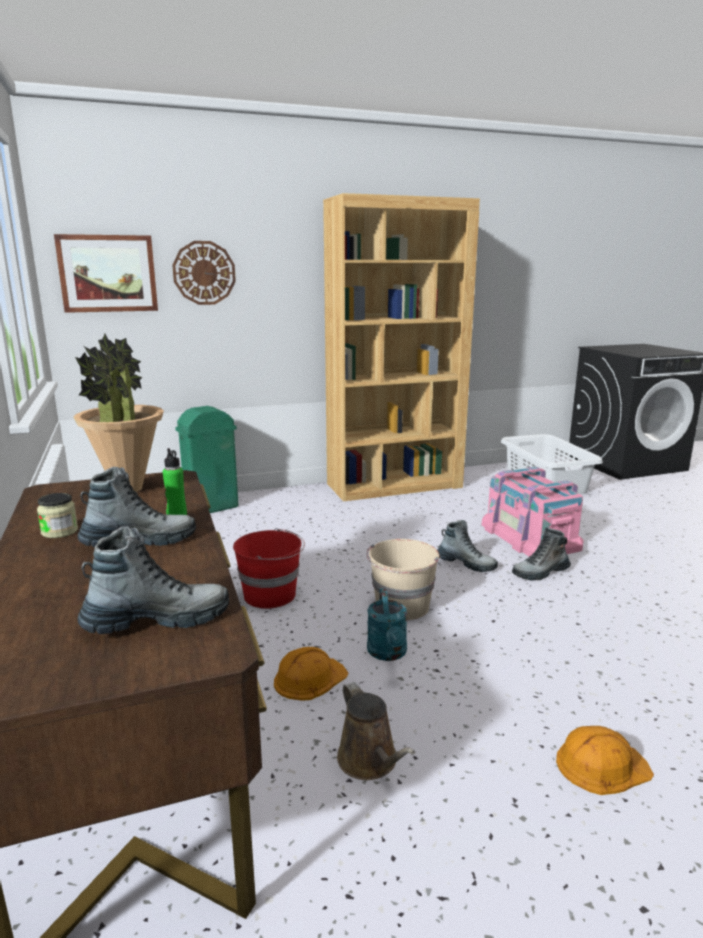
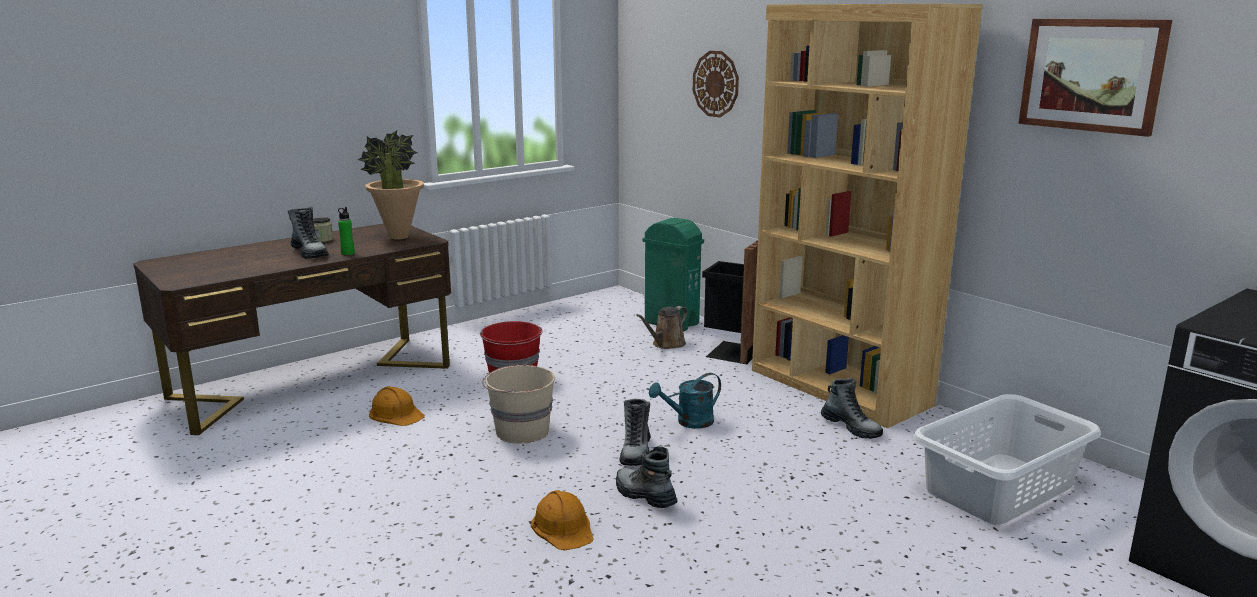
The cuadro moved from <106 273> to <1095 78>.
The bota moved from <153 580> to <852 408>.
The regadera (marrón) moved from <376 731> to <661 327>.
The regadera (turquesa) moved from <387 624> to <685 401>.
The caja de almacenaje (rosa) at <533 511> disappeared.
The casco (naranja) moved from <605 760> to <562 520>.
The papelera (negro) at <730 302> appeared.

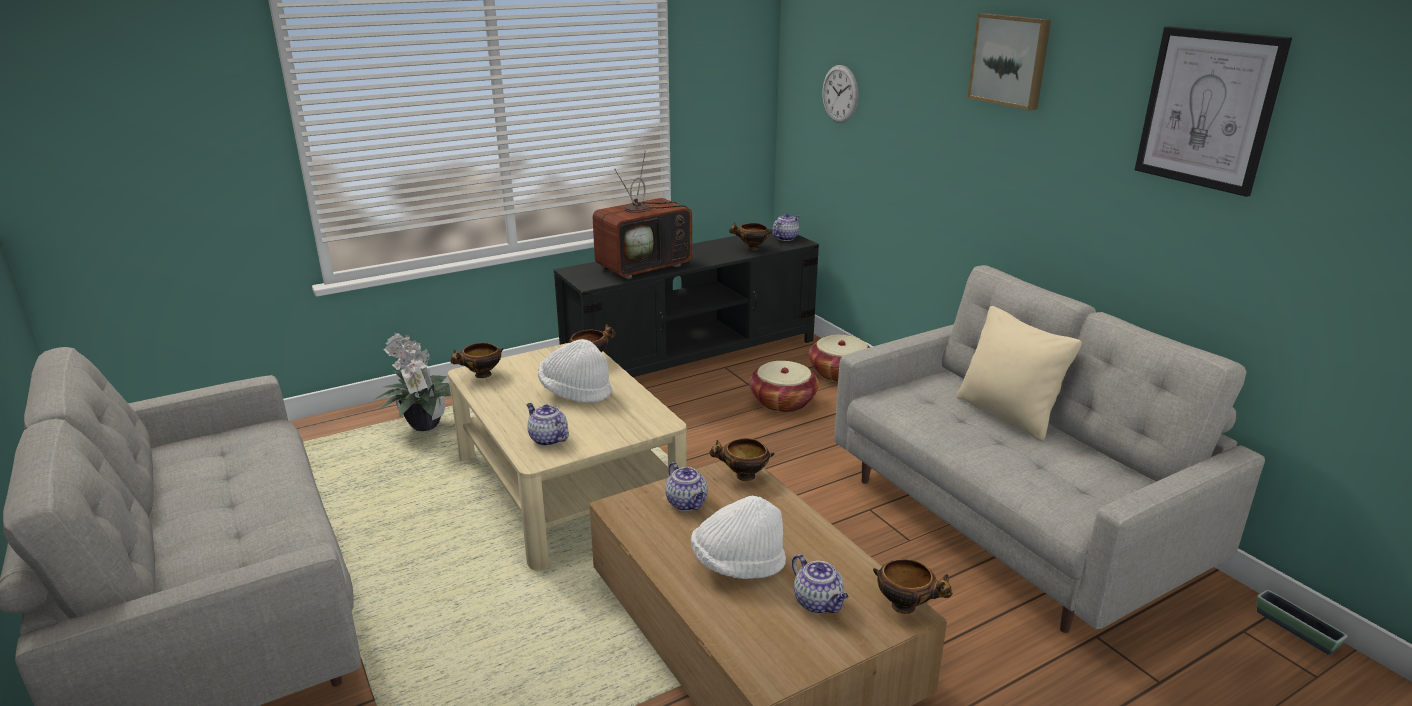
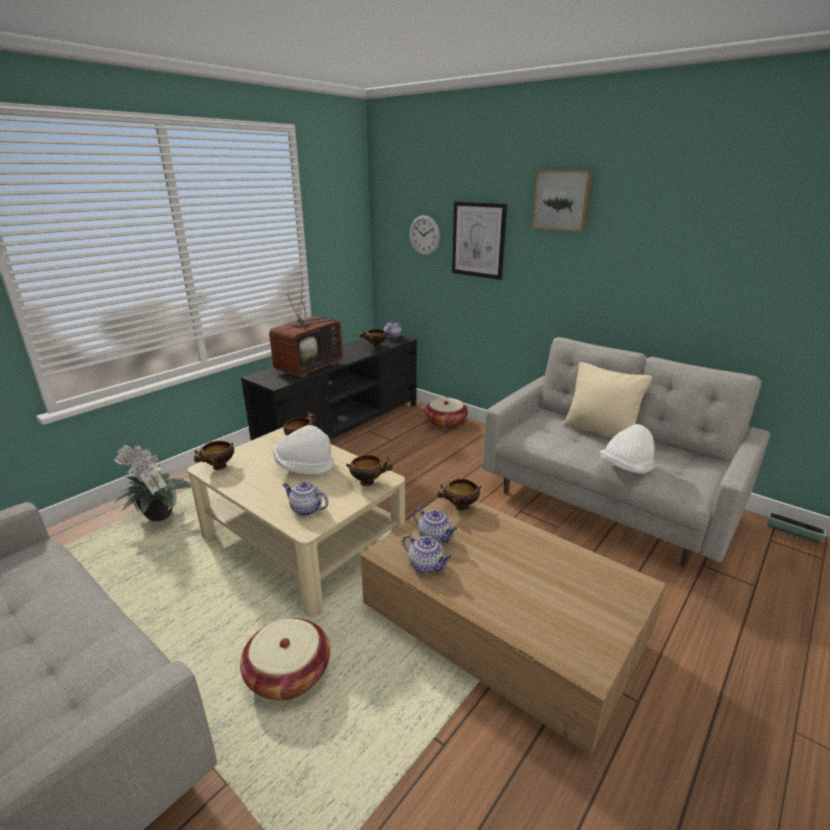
The sombrero (blanco) moved from <738 537> to <627 449>.
The cesta moved from <784 386> to <285 659>.
The tetera moved from <820 583> to <427 554>.
The cuenco moved from <913 586> to <369 471>.
The cuadro moved from <1213 111> to <479 241>.

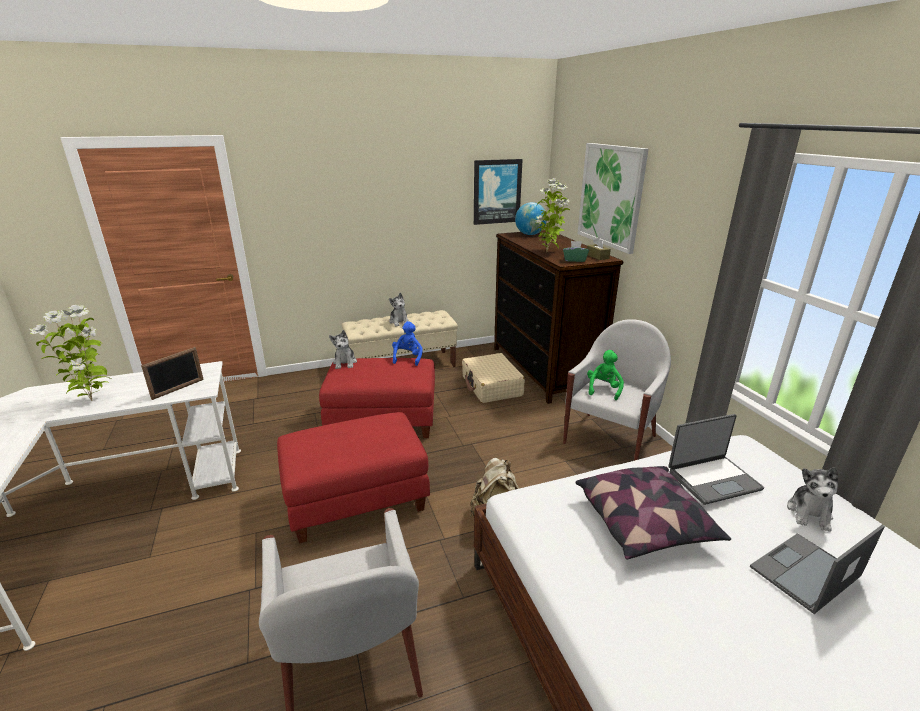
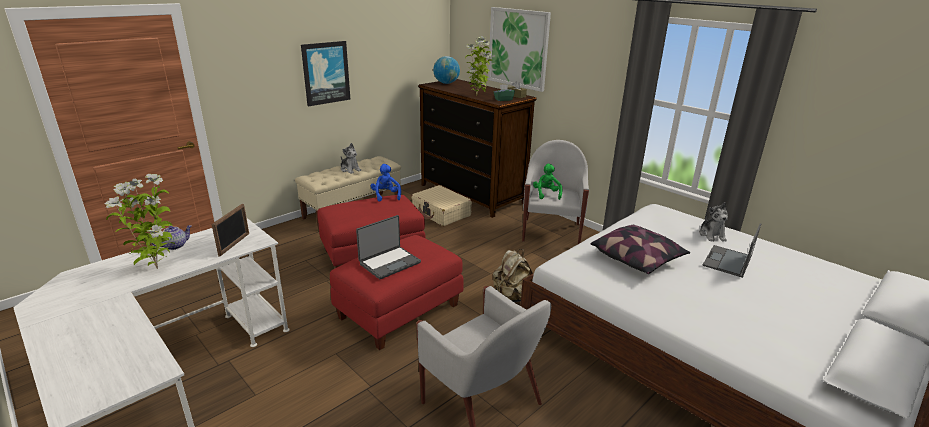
The peluche at <343 349> disappeared.
The cuadro moved from <498 192> to <325 74>.
The portátil moved from <716 459> to <388 247>.
The tetera at <172 237> appeared.

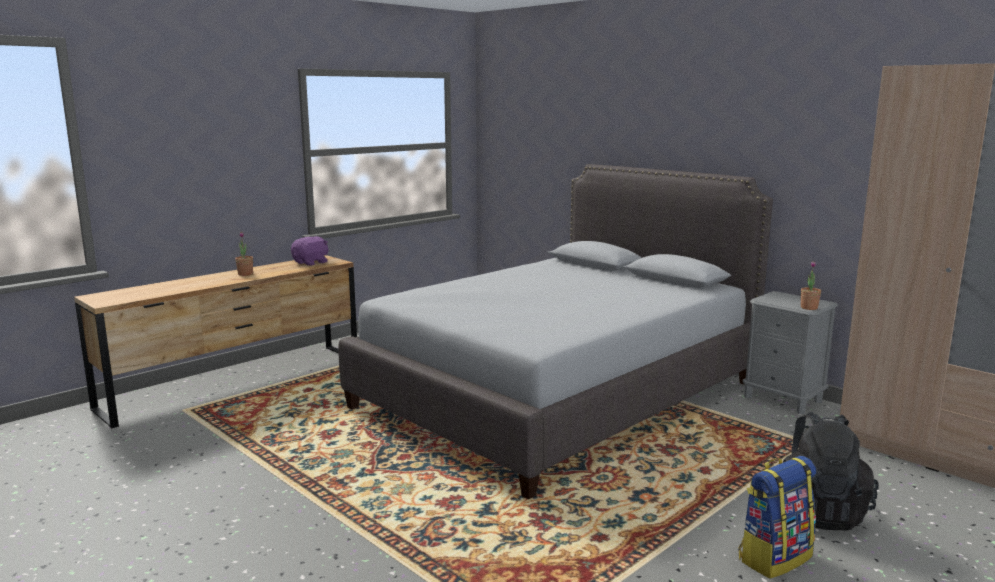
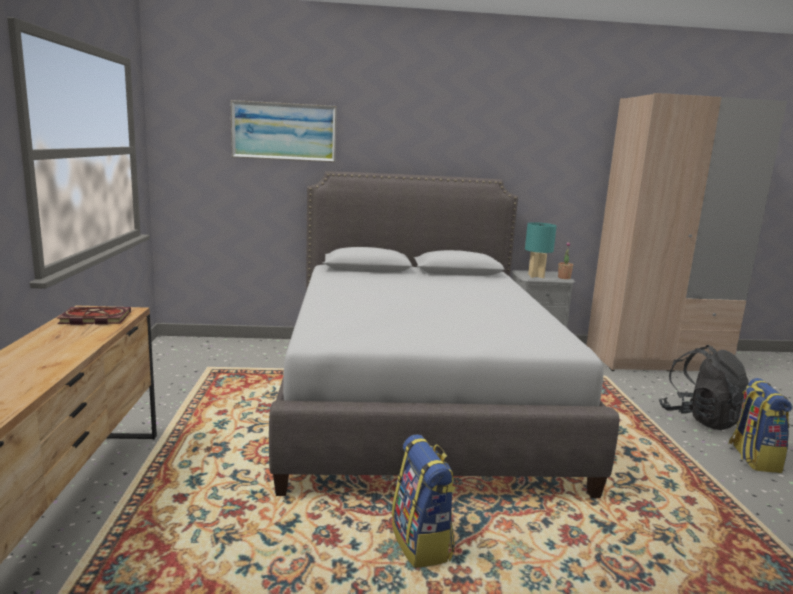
The planta en maceta at <244 254> disappeared.
The peluche (morado) at <310 251> was replaced by the libro at <94 316>.
The cuadro at <284 131> appeared.
The mochila at <424 501> appeared.
The lámpara de mesa (turquesa) at <541 250> appeared.

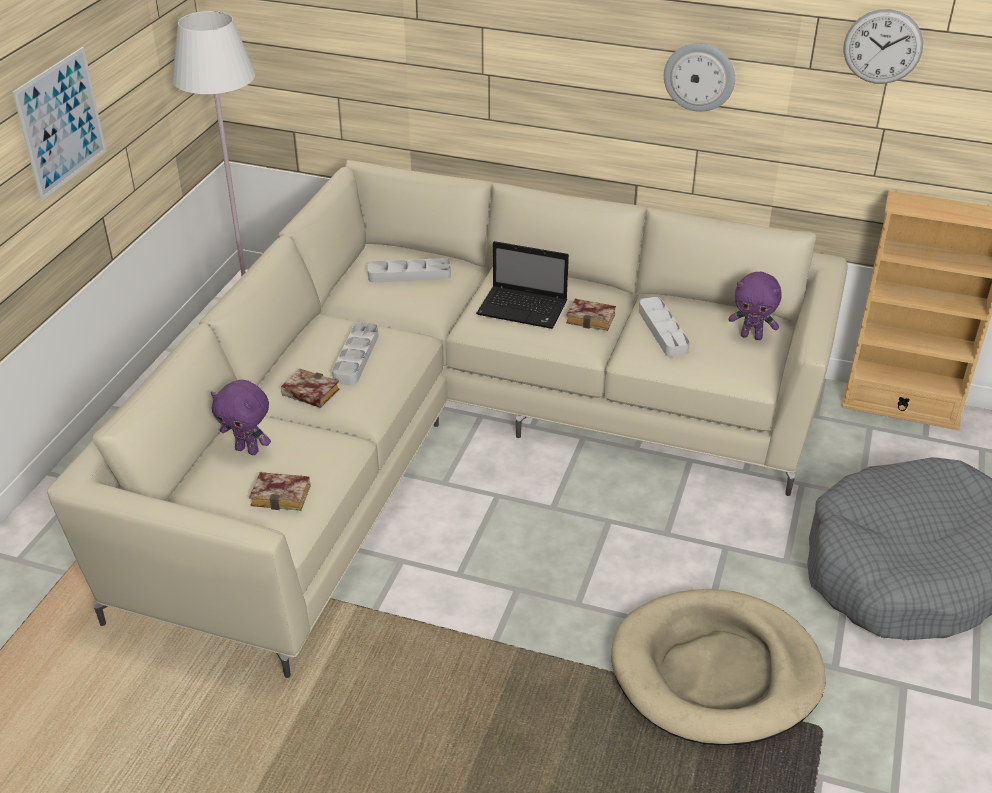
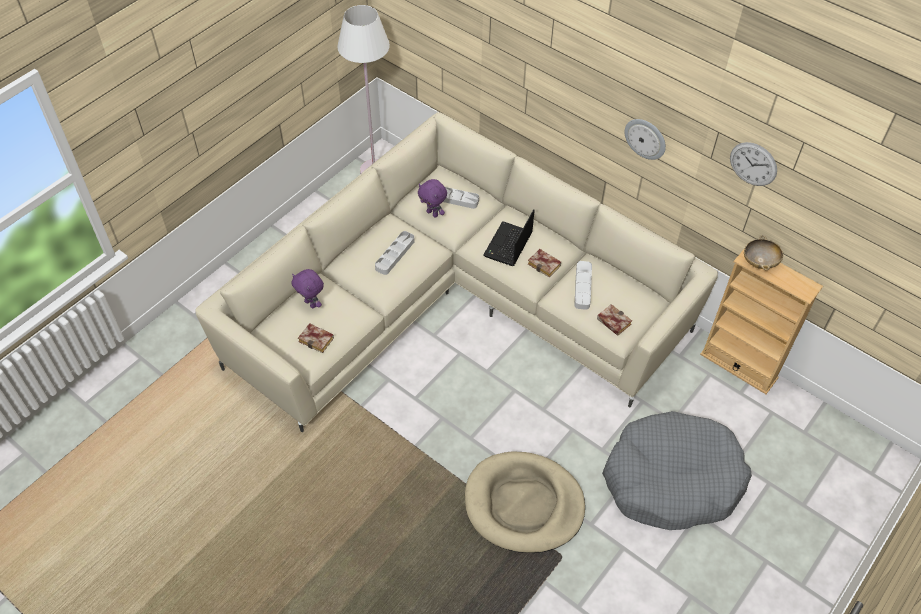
The cuadro at <59 124> disappeared.
The libro moved from <310 388> to <614 320>.
The portátil at <522 285> turned 75 degrees clockwise.
The peluche (morado) moved from <755 306> to <432 198>.
The cuenco (beis) at <763 252> appeared.

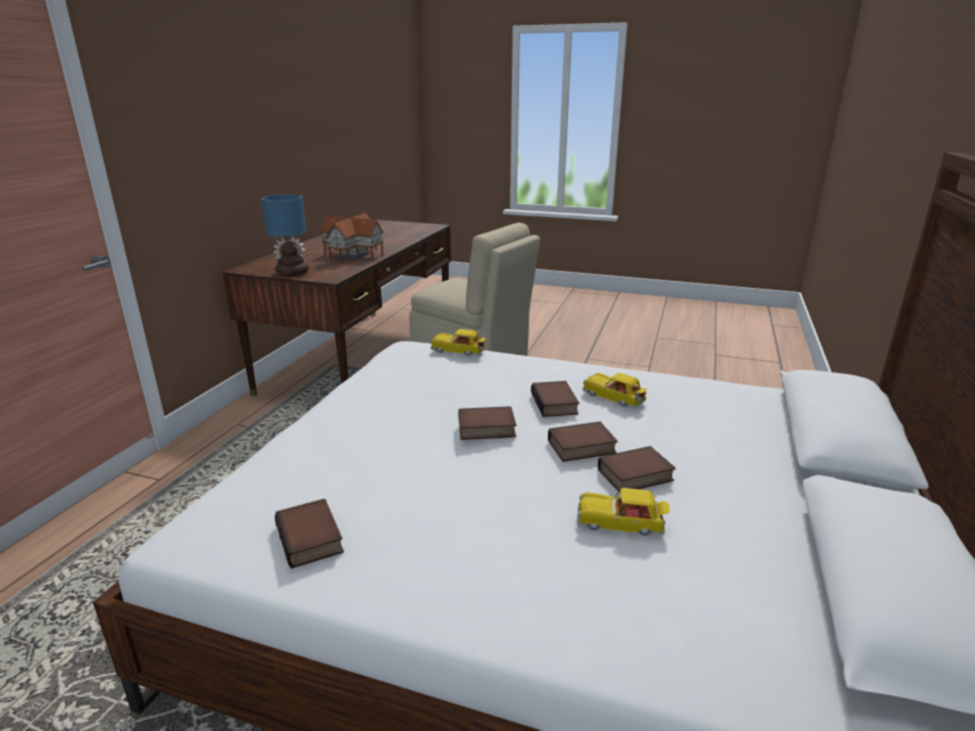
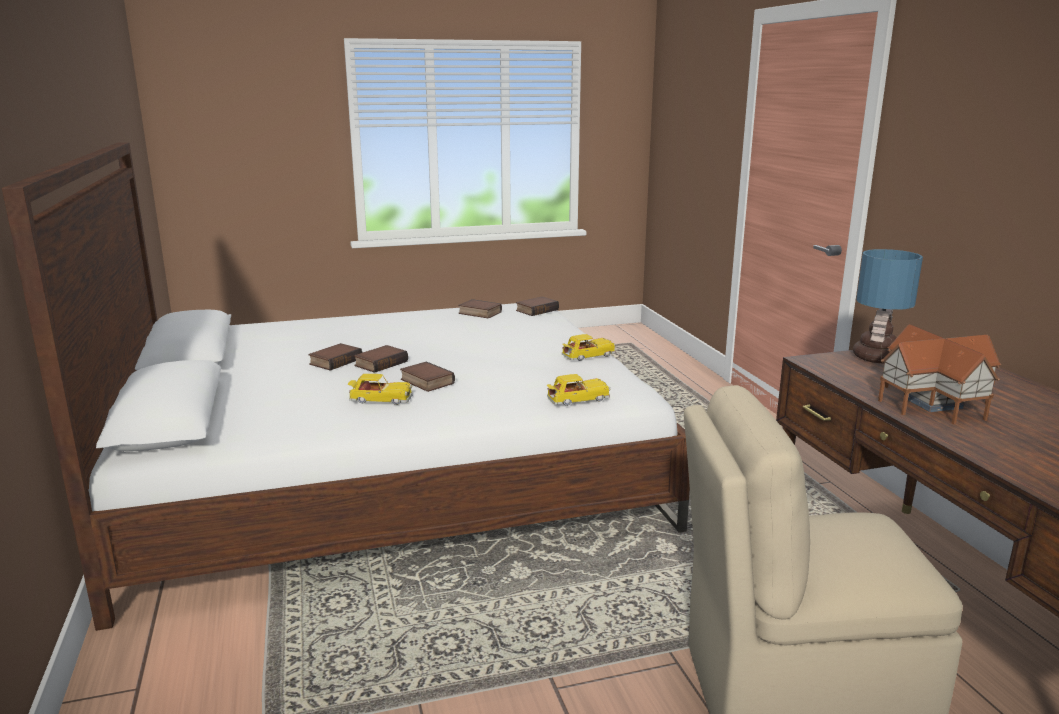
The libro moved from <487 423> to <537 306>.
The coche de juguete moved from <623 512> to <589 347>.

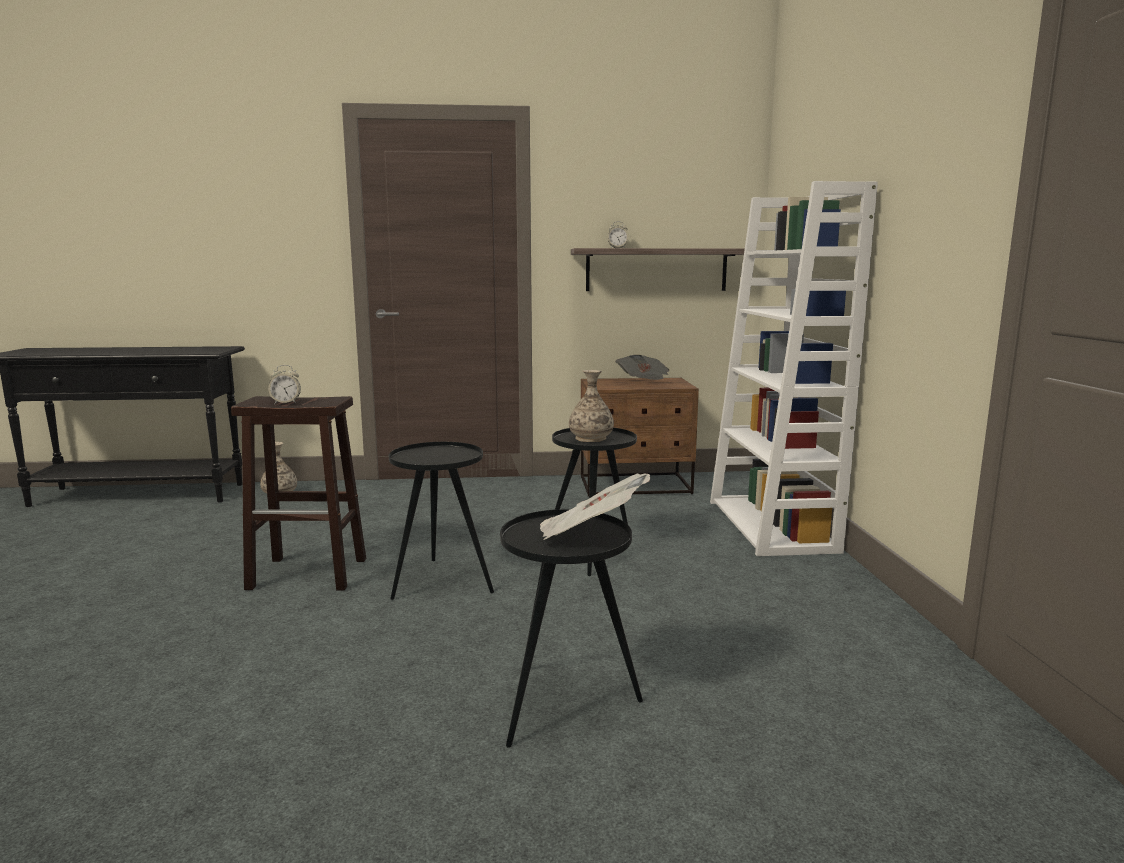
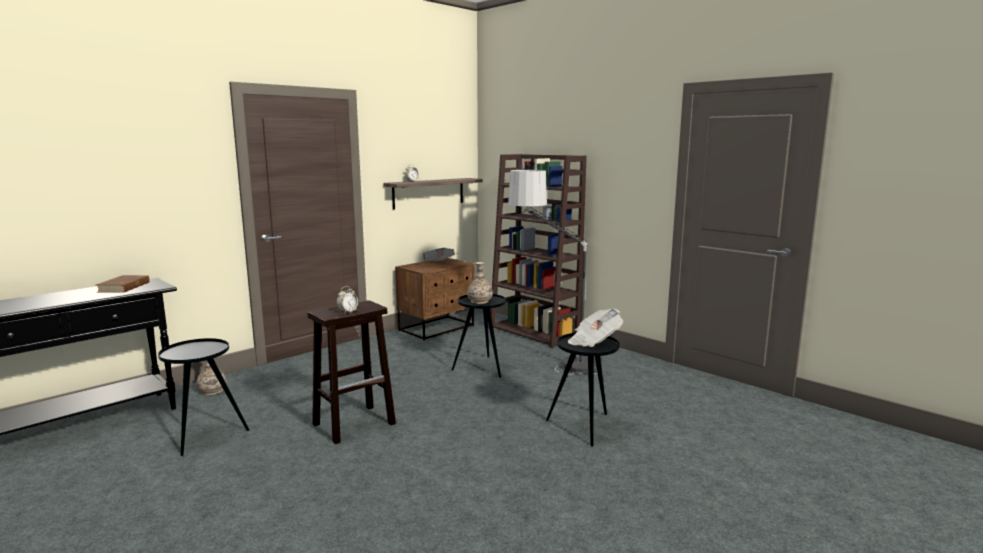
The mesa auxiliar (negro) moved from <441 521> to <203 397>.
The estantería (blanco) at <794 368> became the estantería (marrón) at <538 251>.
The libro (marrón) at <123 284> appeared.
The lámpara de pie at <555 272> appeared.

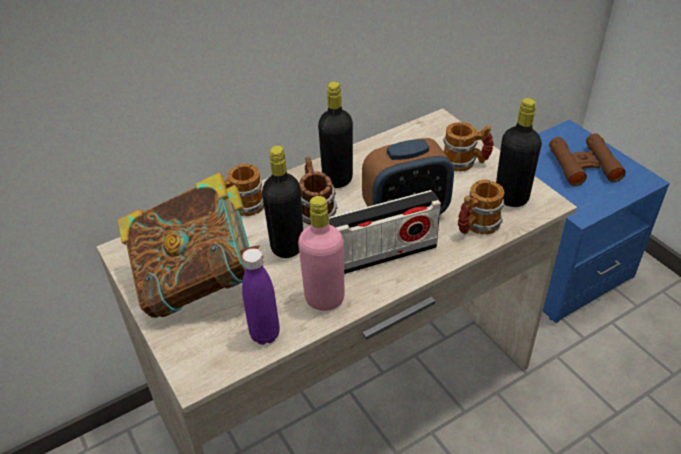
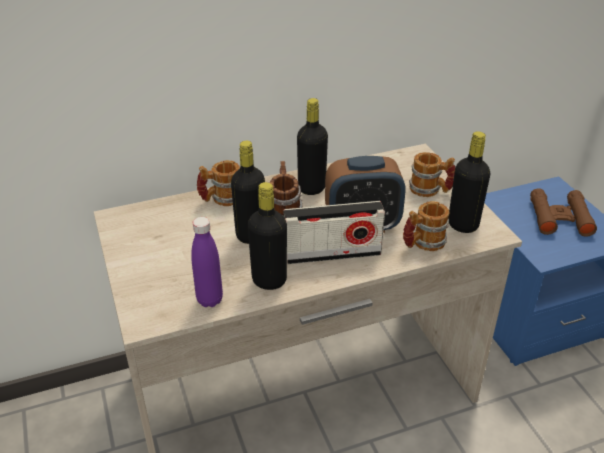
The libro at <190 245> disappeared.
The botella (rosa) at <321 253> became the botella (negro) at <267 236>.

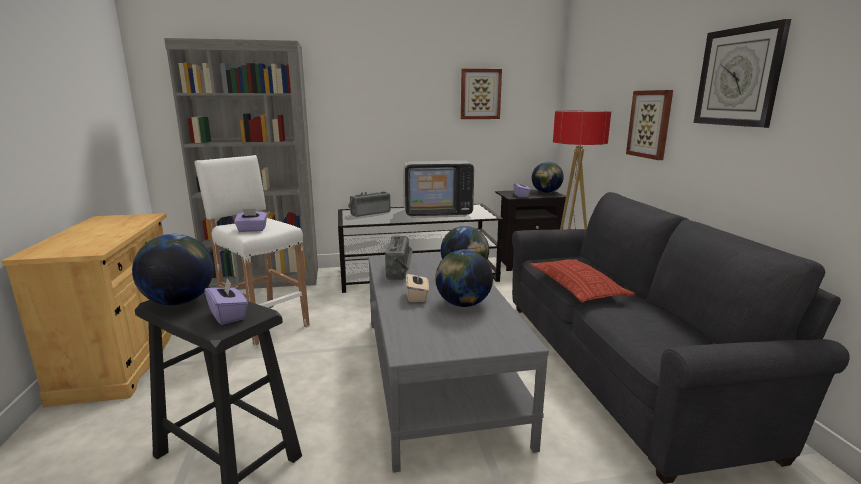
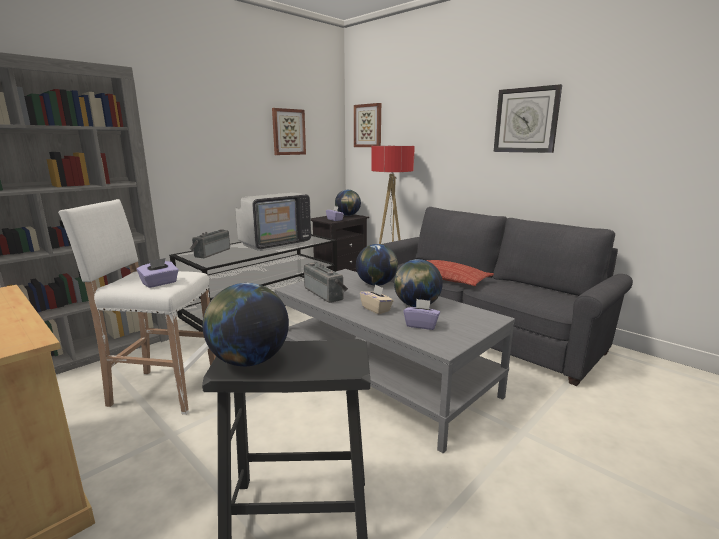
The caja de pañuelos (morado) moved from <226 301> to <421 314>.
The cuadro moved from <649 125> to <367 125>.

